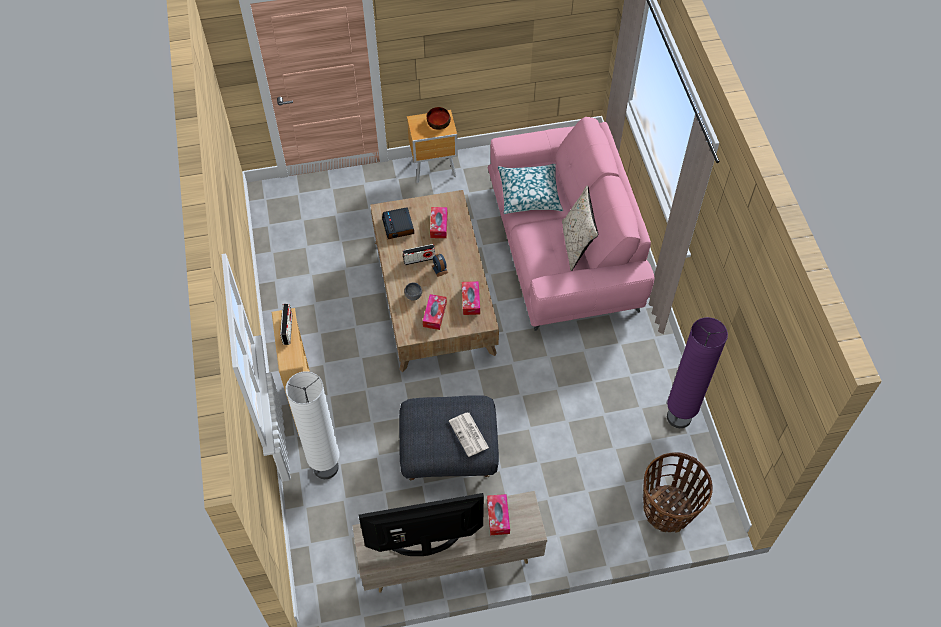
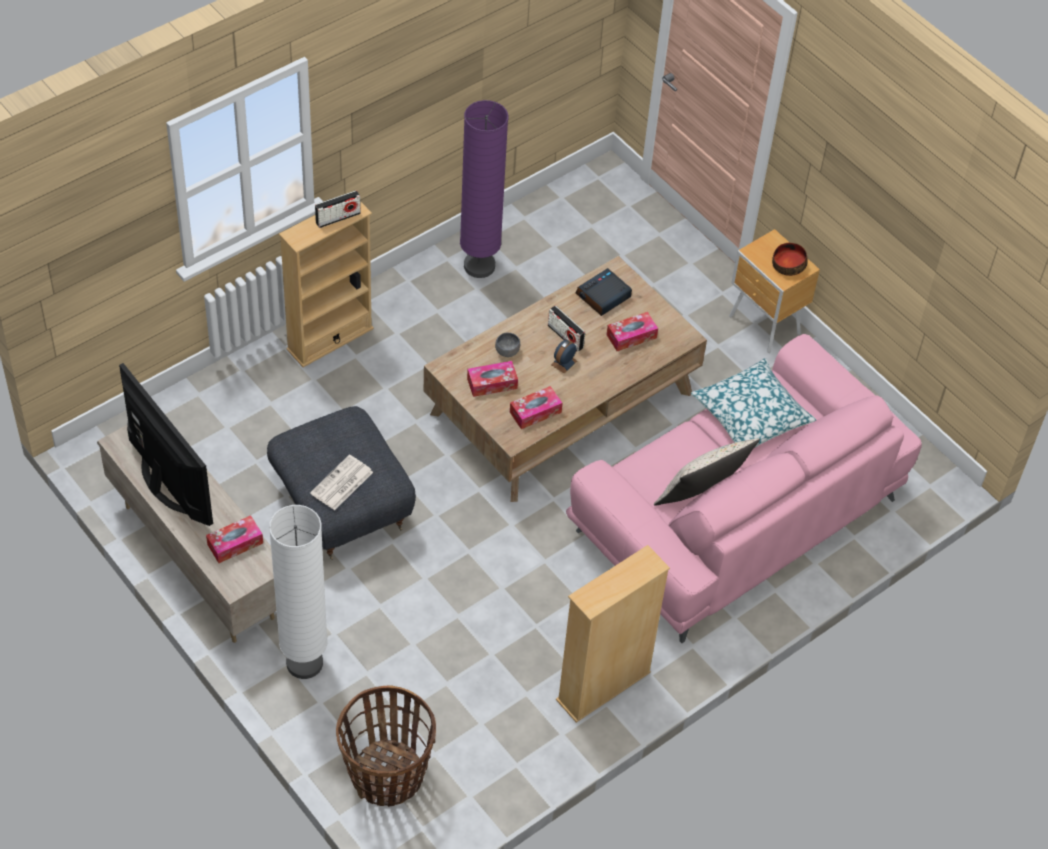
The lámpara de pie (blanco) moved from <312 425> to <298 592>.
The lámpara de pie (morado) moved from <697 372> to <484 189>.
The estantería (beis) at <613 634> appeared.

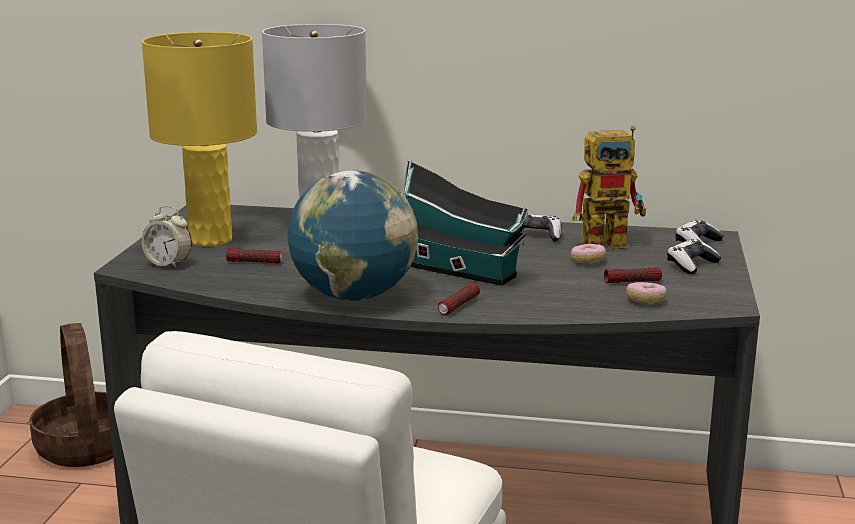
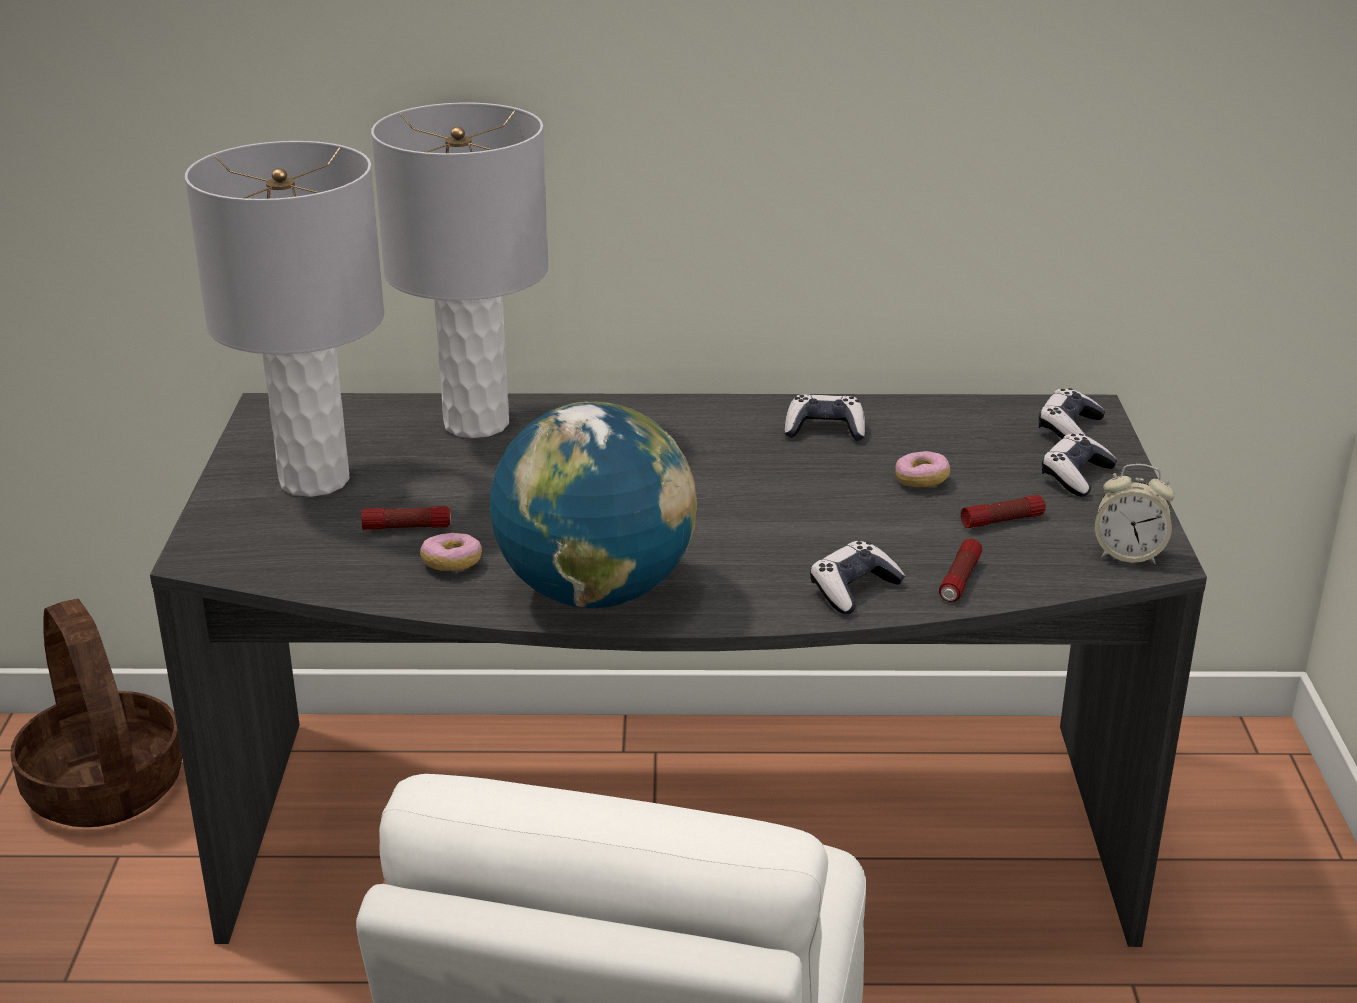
The lámpara de mesa (amarillo) at <199 139> became the lámpara de mesa (gris) at <284 319>.
The despertador moved from <167 237> to <1135 514>.
The casita at <465 223> disappeared.
The linterna moved from <459 299> to <961 570>.
The robot de juguete at <609 187> disappeared.
The rosquilla moved from <646 292> to <451 552>.
The mando de consola at <857 577> appeared.

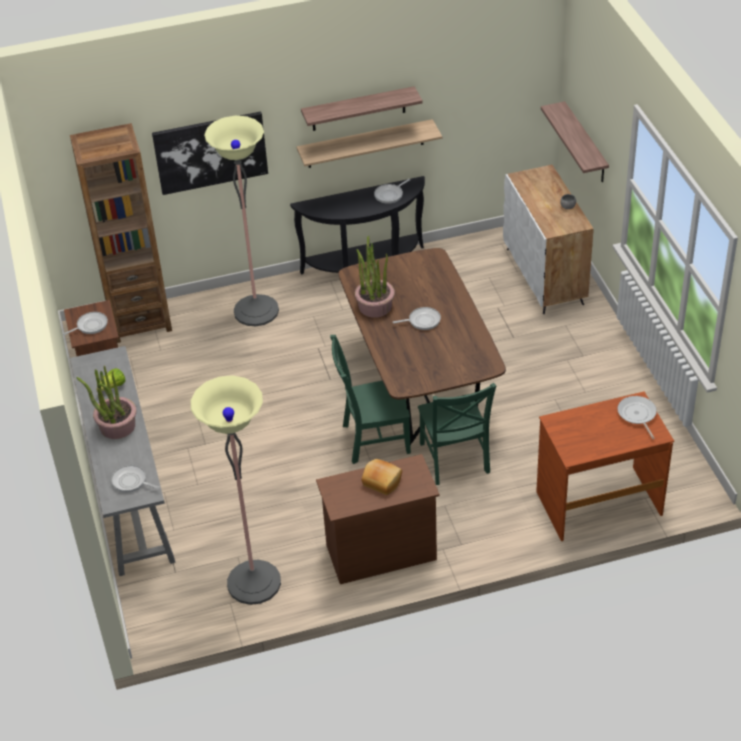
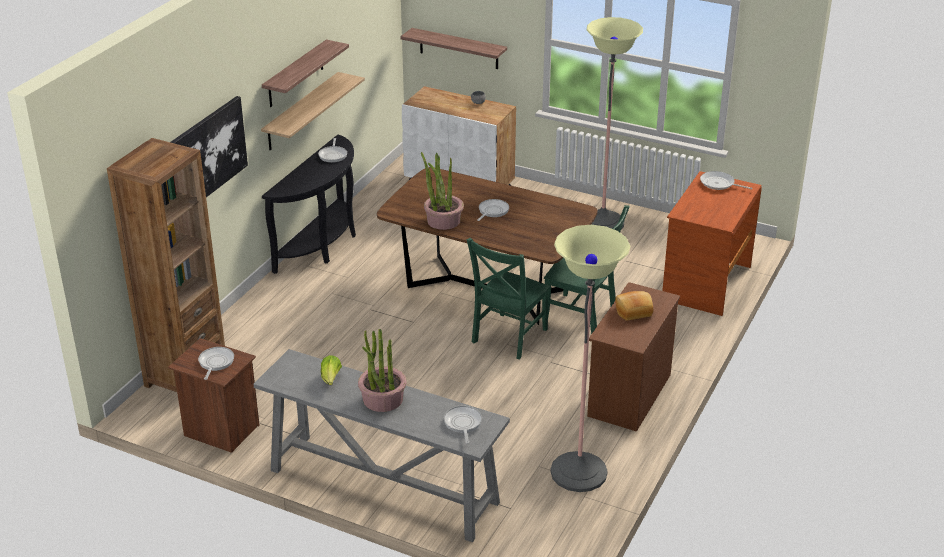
The sartén at <135 479> turned 105 degrees clockwise.
The lámpara de pie moved from <241 221> to <615 123>.

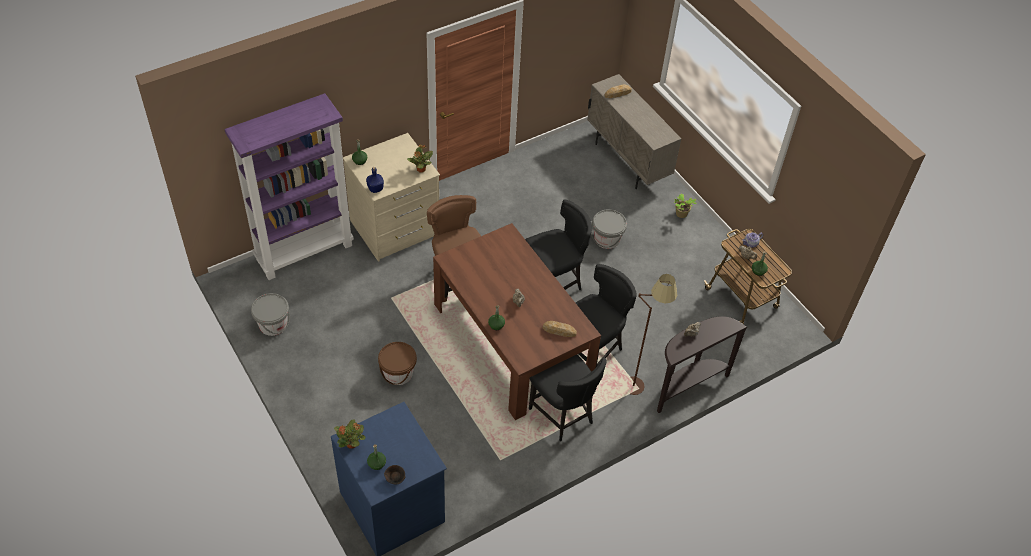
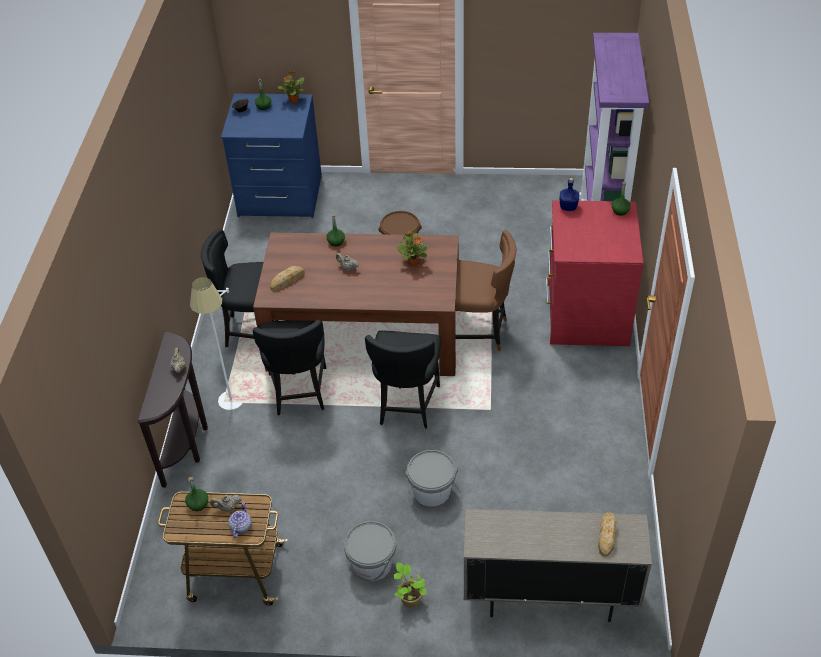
The cubo (gris) moved from <270 314> to <370 551>.
The cómoda (beis) at <391 197> became the cómoda (rojo) at <594 273>.
The planta en maceta moved from <420 159> to <412 248>.
The lámpara de pie (marrón) at <653 334> became the lámpara de pie (blanco) at <216 343>.

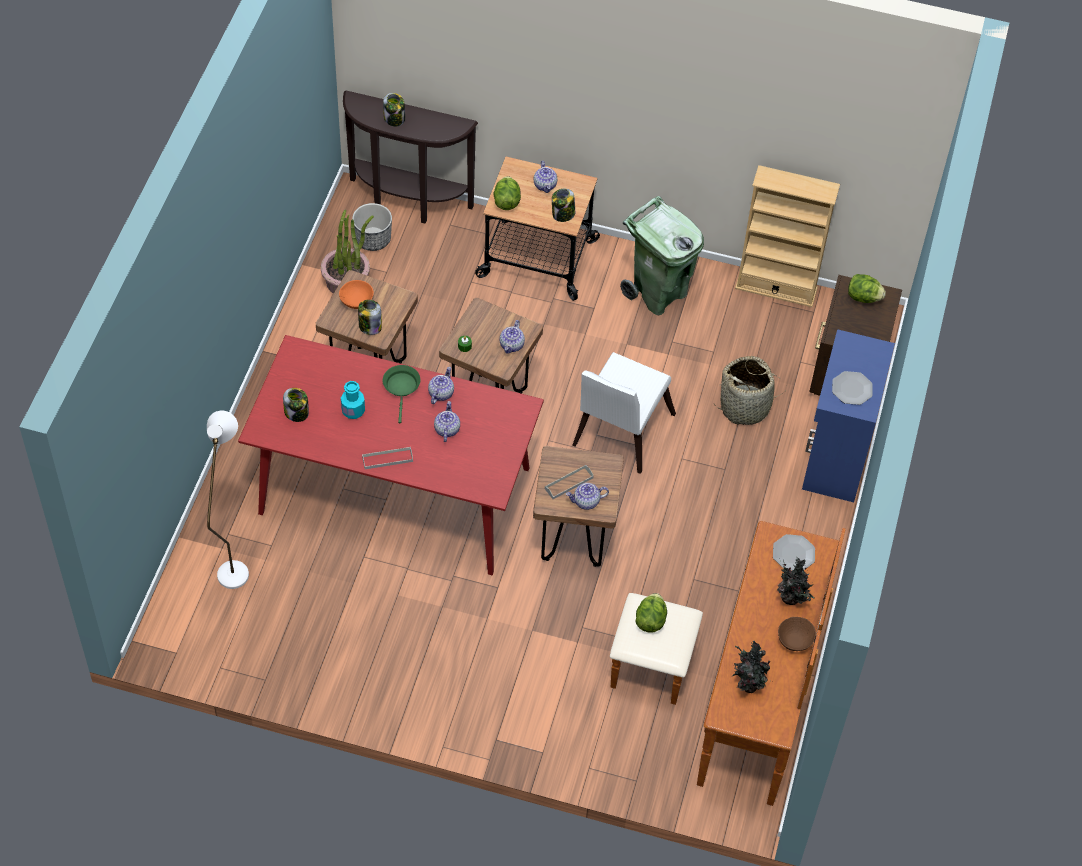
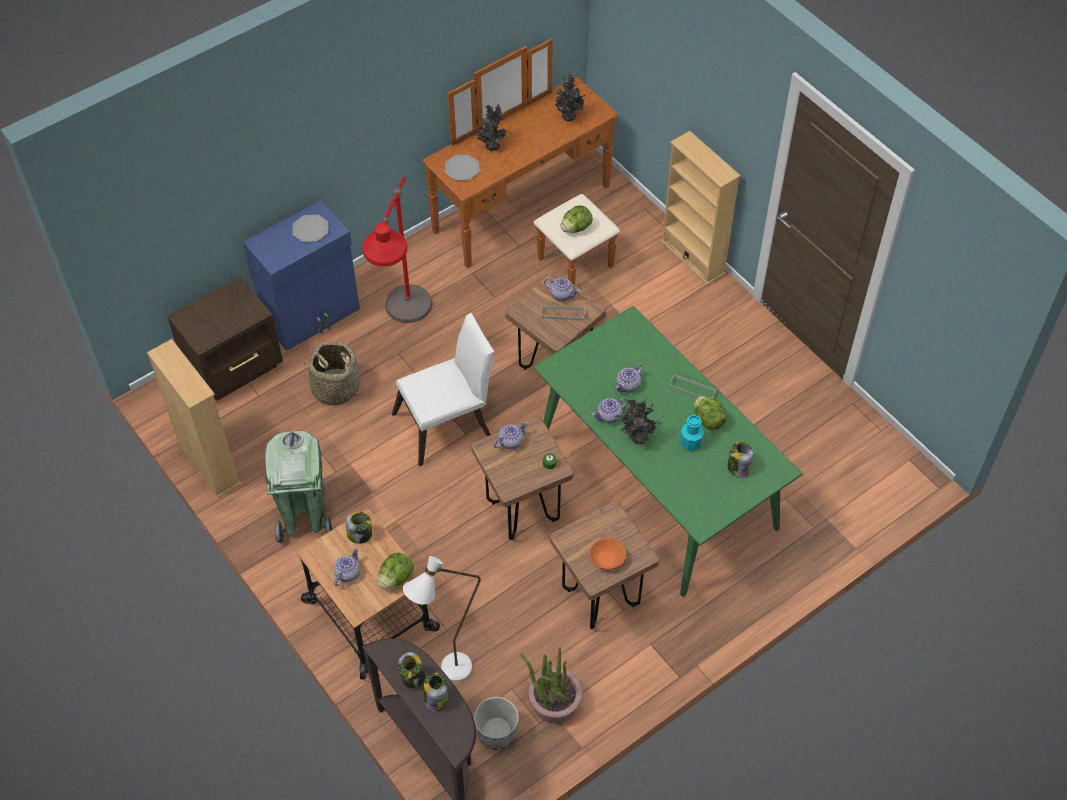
The lámpara de pie (blanco) moved from <228 500> to <442 619>.
The mesa de comedor (rojo) at <391 455> became the mesa de comedor (verde) at <668 451>.
The tarro moved from <370 317> to <411 670>.
The sartén (verde) at <401 394> was replaced by the planta en maceta at <639 421>.
The cuenco (marrón) at <797 634> disappeared.
The lechuga moved from <867 288> to <710 413>.
The lámpara de pie (rojo) at <397 250> appeared.
The estantería (beis) at <701 208> appeared.

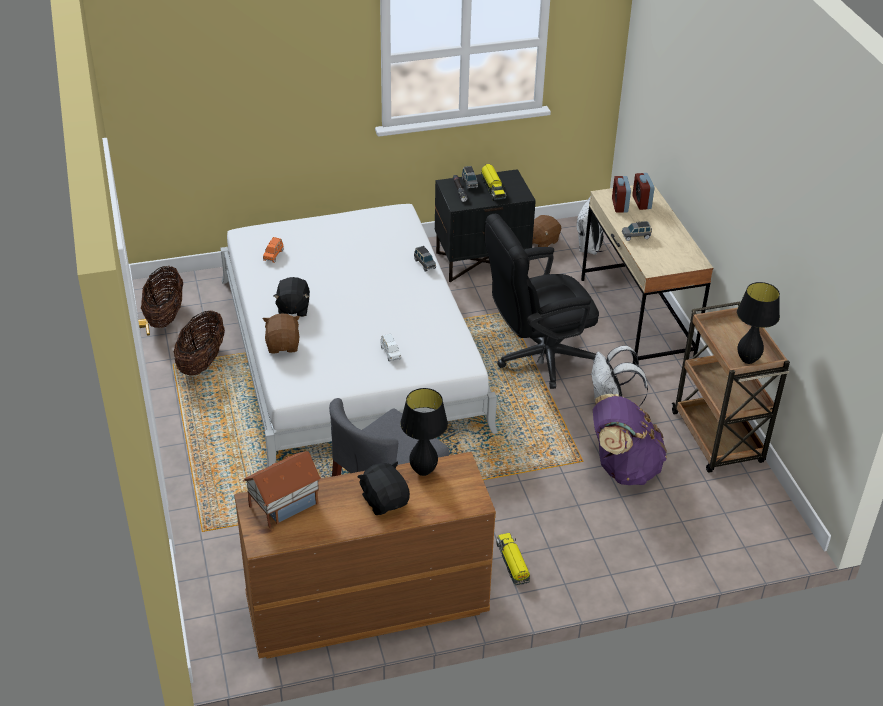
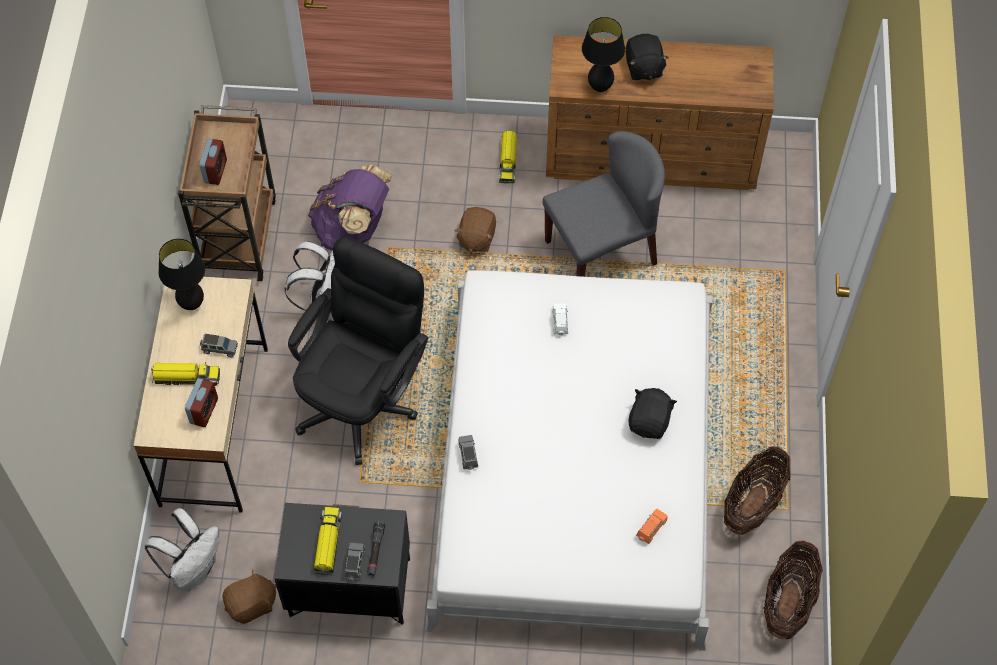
The casita at <282 489> disappeared.
The peluche (marrón) moved from <281 333> to <475 229>.
The silla de oficina (negro) at <541 301> turned 60 degrees counterclockwise.
The despertador moved from <643 191> to <213 162>.
The lámpara de mesa (negro) moved from <758 323> to <181 274>.
The camión de juguete at <185 374> appeared.

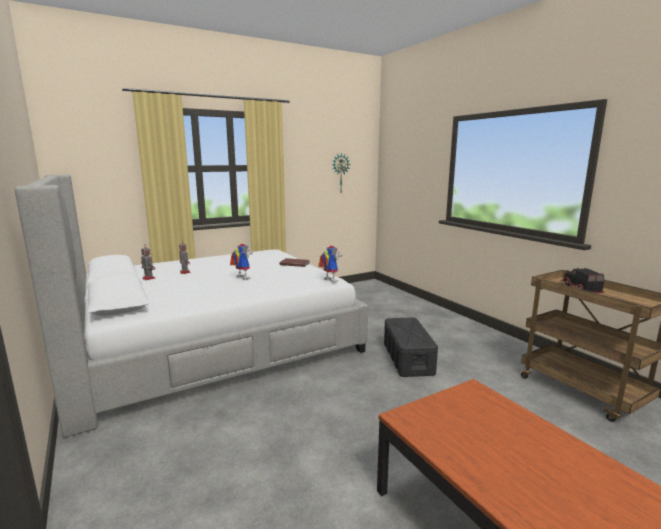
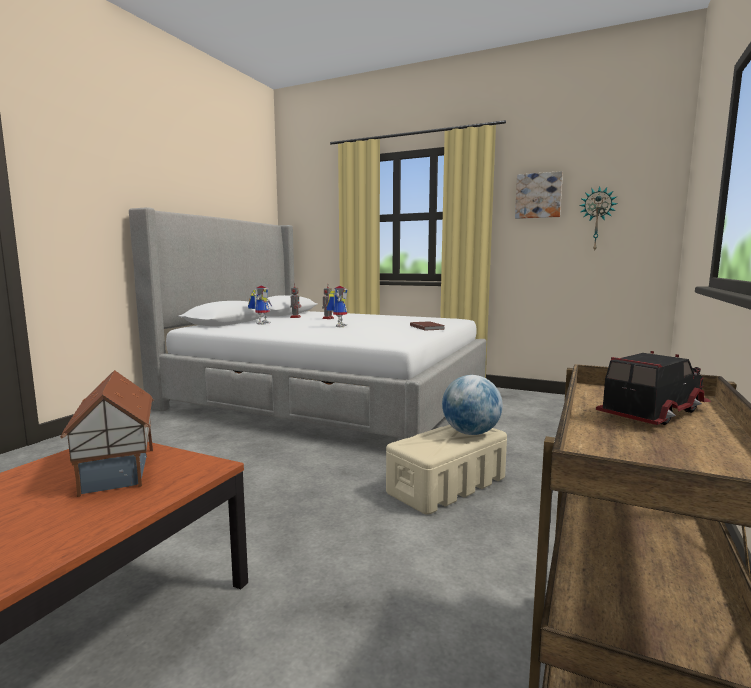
The robot de juguete moved from <330 264> to <260 305>.
The caja de almacenaje (negro) at <411 347> became the caja de almacenaje (beis) at <446 469>.
The casita at <107 433> appeared.
The globo terráqueo at <472 405> appeared.
The cuadro at <539 195> appeared.

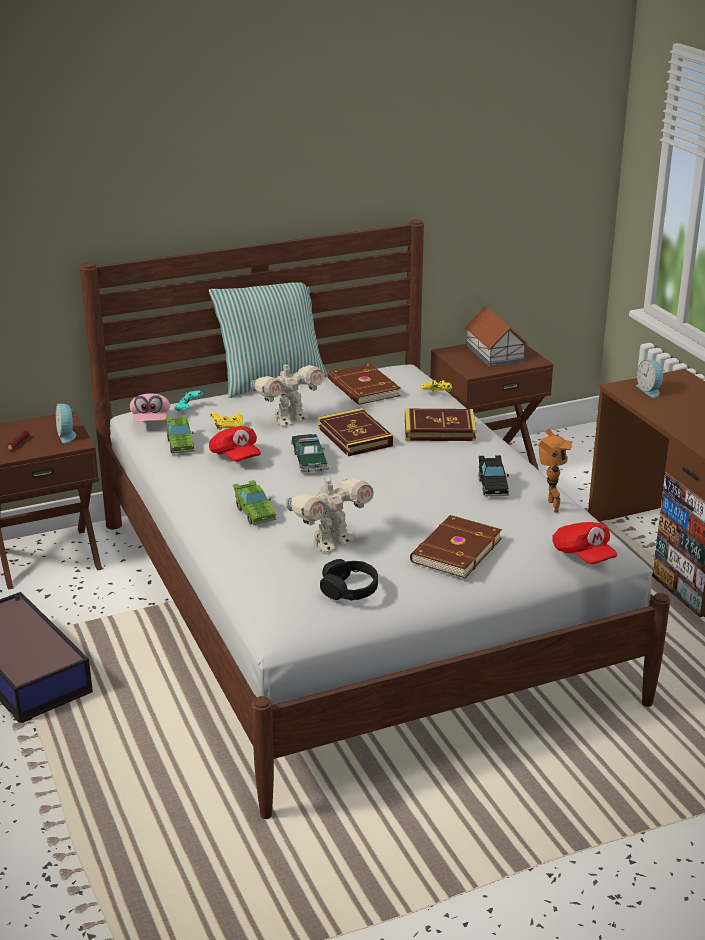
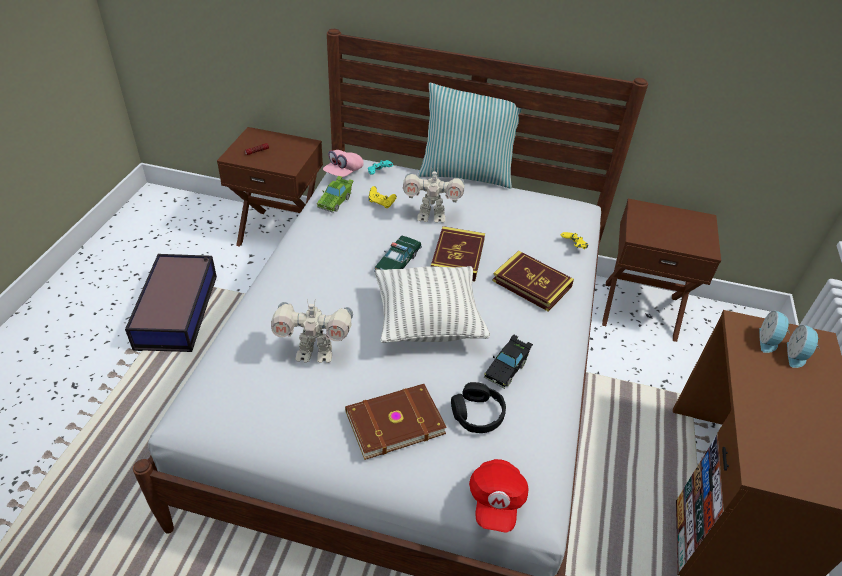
The despertador moved from <66 423> to <803 346>.
The gorra (rojo) at <235 444> disappeared.
The coche de juguete (verde) at <254 502> disappeared.
The auriculares (negro) moved from <349 580> to <478 407>.
The libro (marrón) at <364 384> disappeared.
The casita at <496 336> disappeared.
The robot de juguete at <555 471> disappeared.
The cojín at <432 304> appeared.

